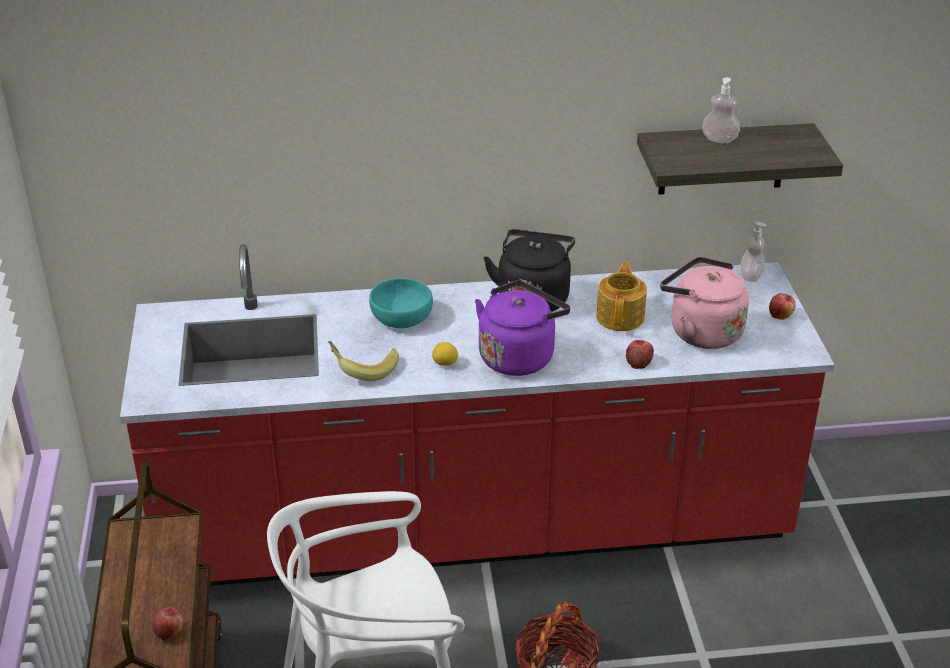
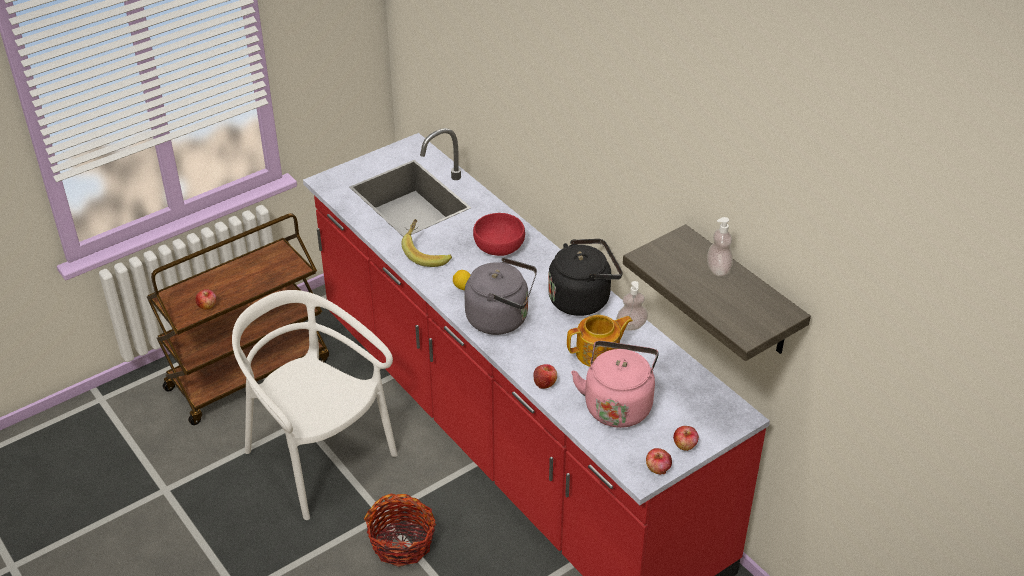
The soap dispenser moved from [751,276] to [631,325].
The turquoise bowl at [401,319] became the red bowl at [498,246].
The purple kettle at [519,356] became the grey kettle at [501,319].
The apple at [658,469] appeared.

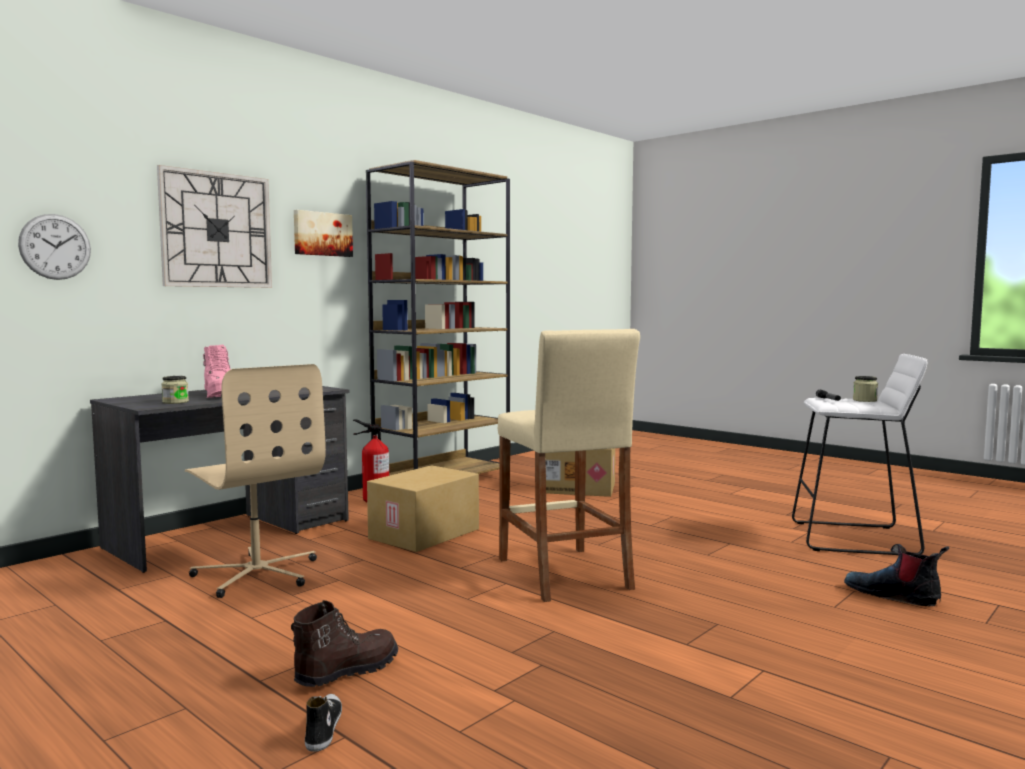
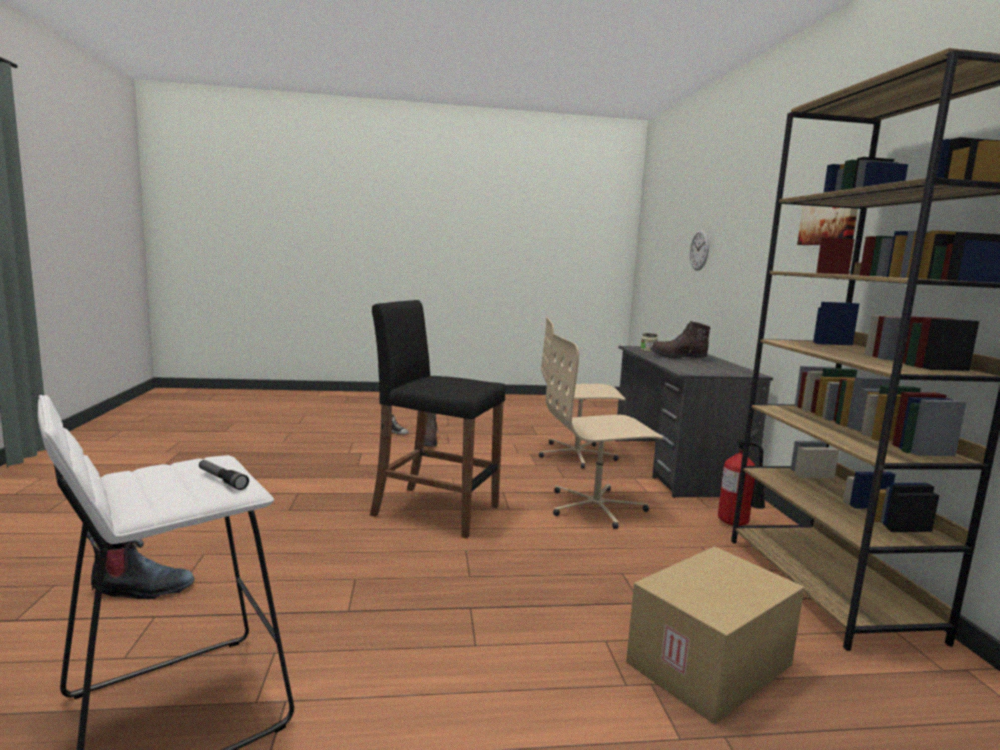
The wall clock at [216,230] disappeared.
The beige stool at [563,574] became the black stool at [435,511].
The pink boot at [220,395] became the brown boot at [678,357].
The jar at [864,400] disappeared.
The cardboard box at [425,534] was replaced by the beige office chair at [596,507].

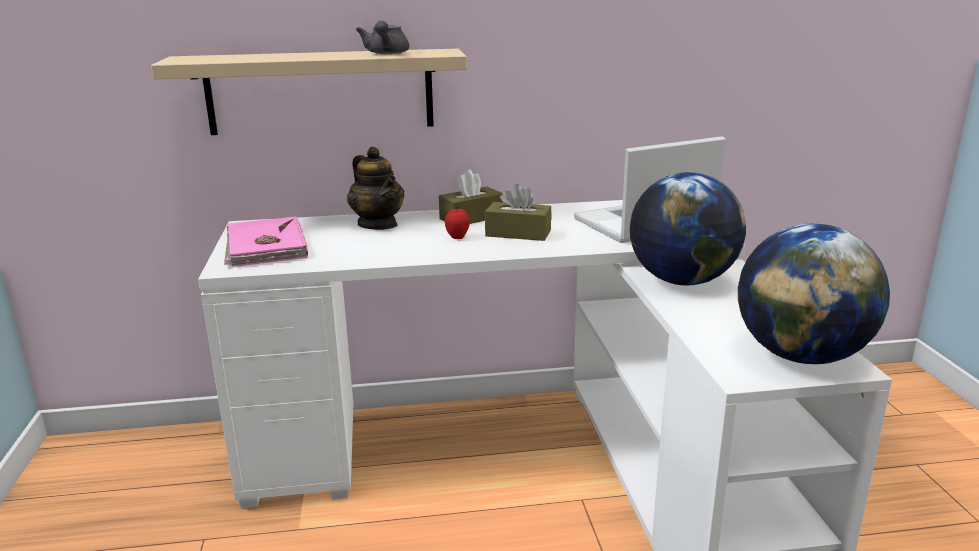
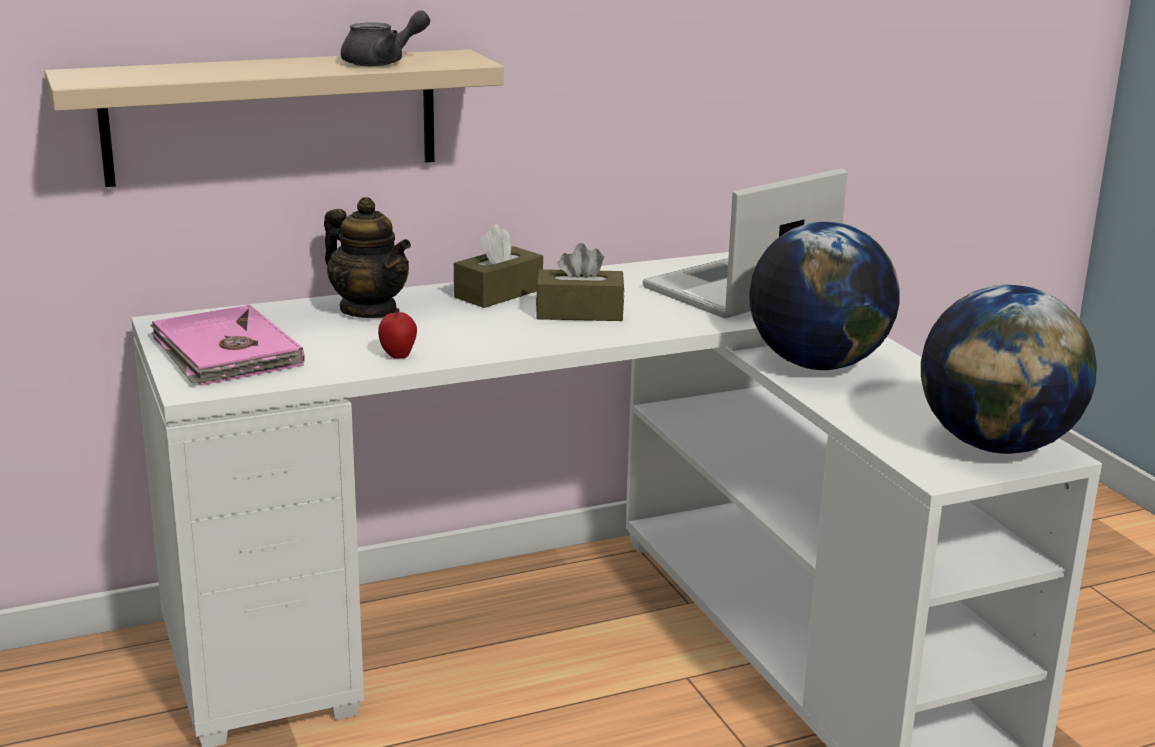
The grey teapot at [386,53] turned 105 degrees counterclockwise.
The apple moved from [457,237] to [398,355].

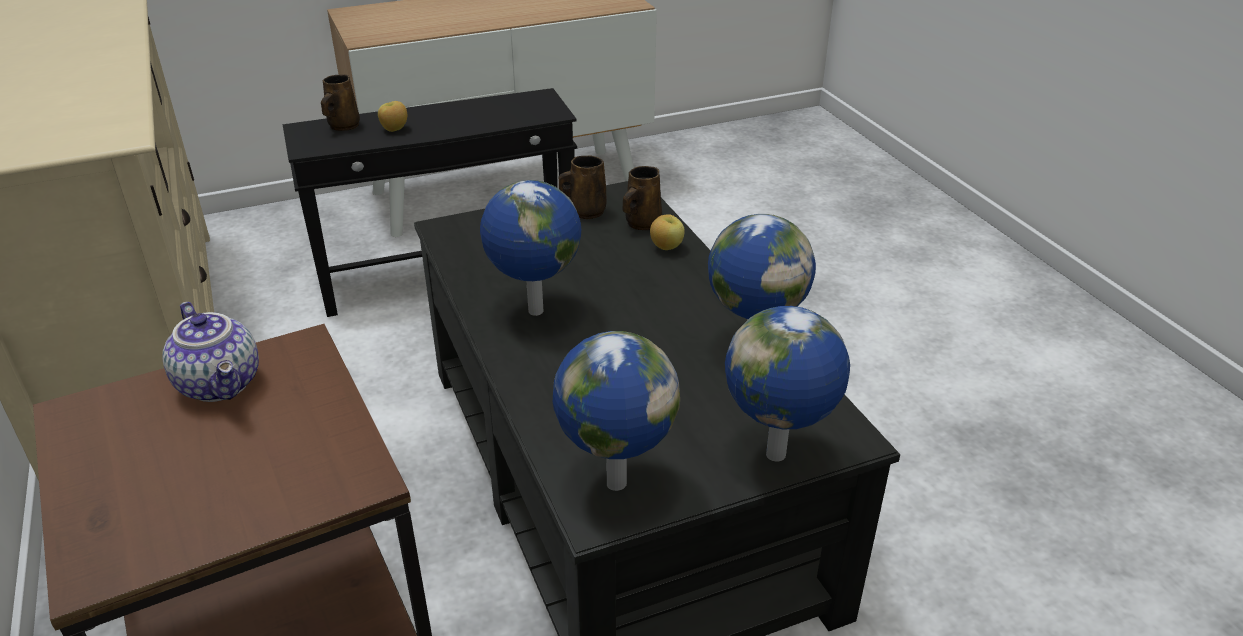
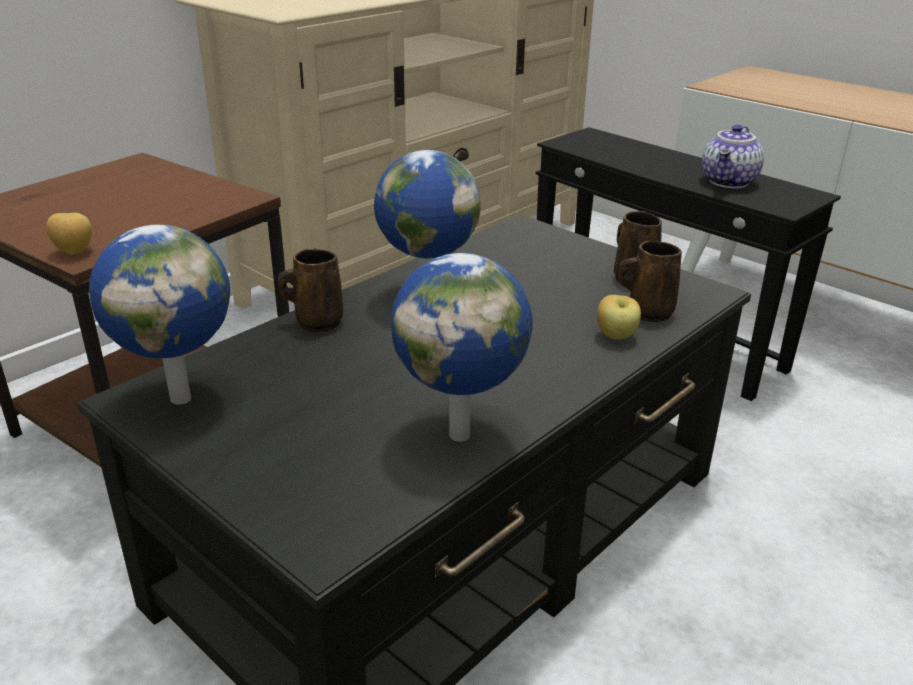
The brown mug moved from [343,126] to [316,322].
The apple moved from [394,129] to [74,252].
The teapot moved from [222,384] to [729,182].
The globe at [778,456] disappeared.

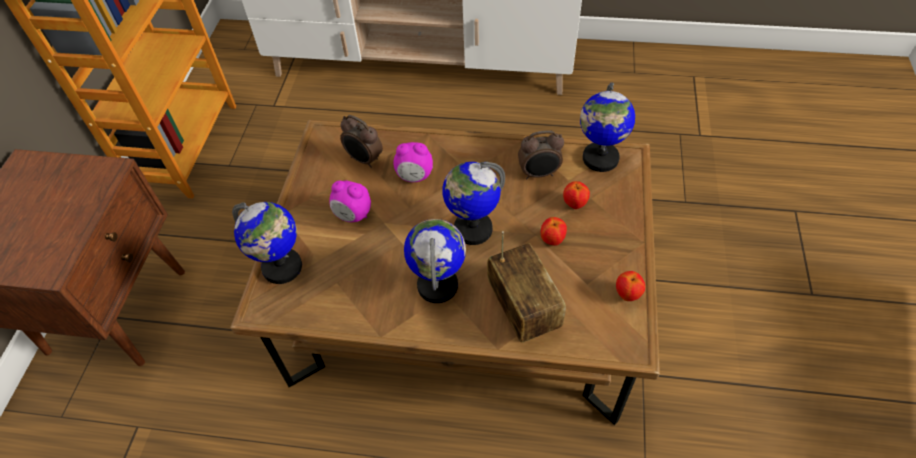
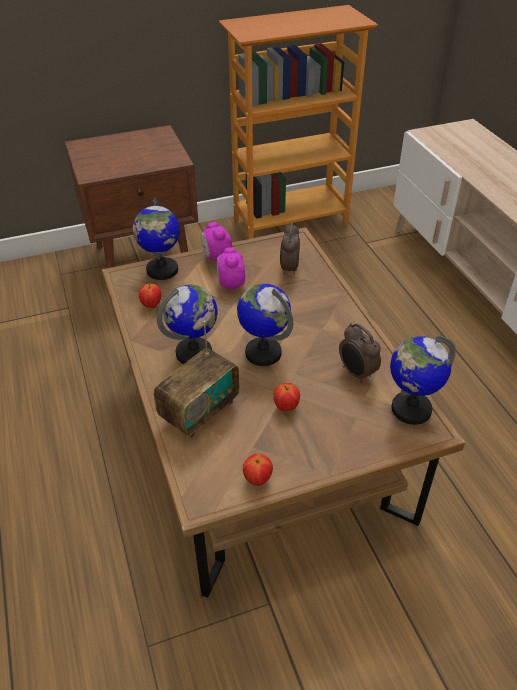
The alarm clock moved from [415,176] to [216,258].
The apple moved from [574,204] to [151,305].

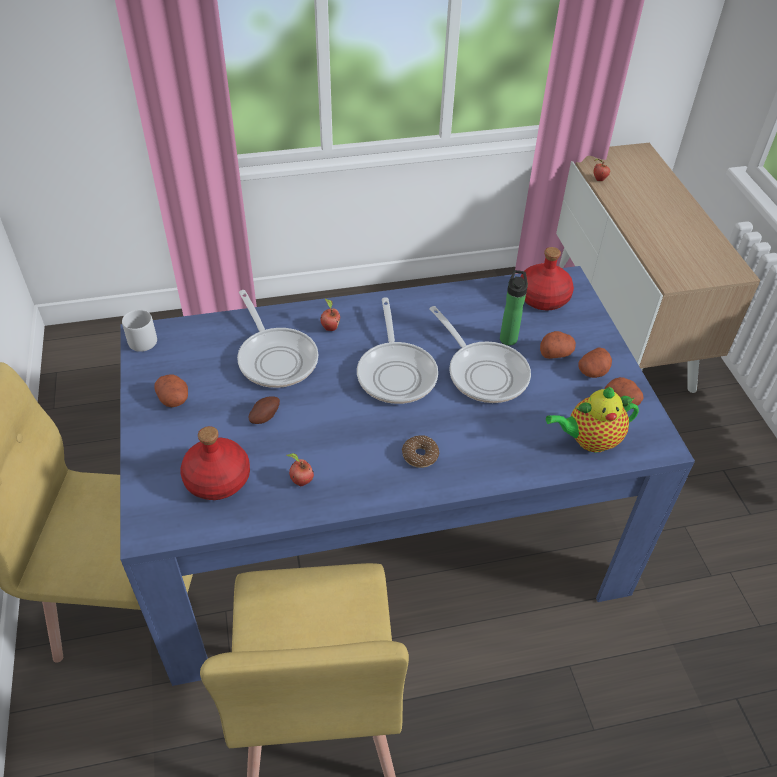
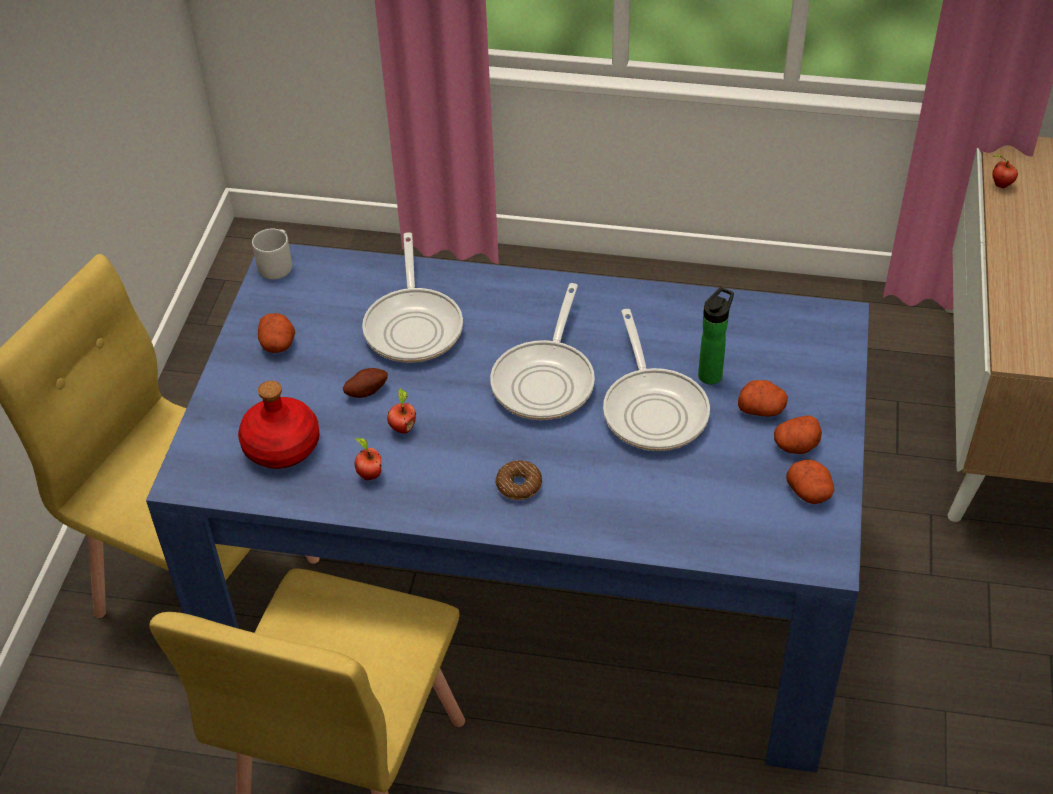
The red bottle at [542,297] disappeared.
The apple moved from [330,327] to [402,428].
The teapot at [589,440] disappeared.

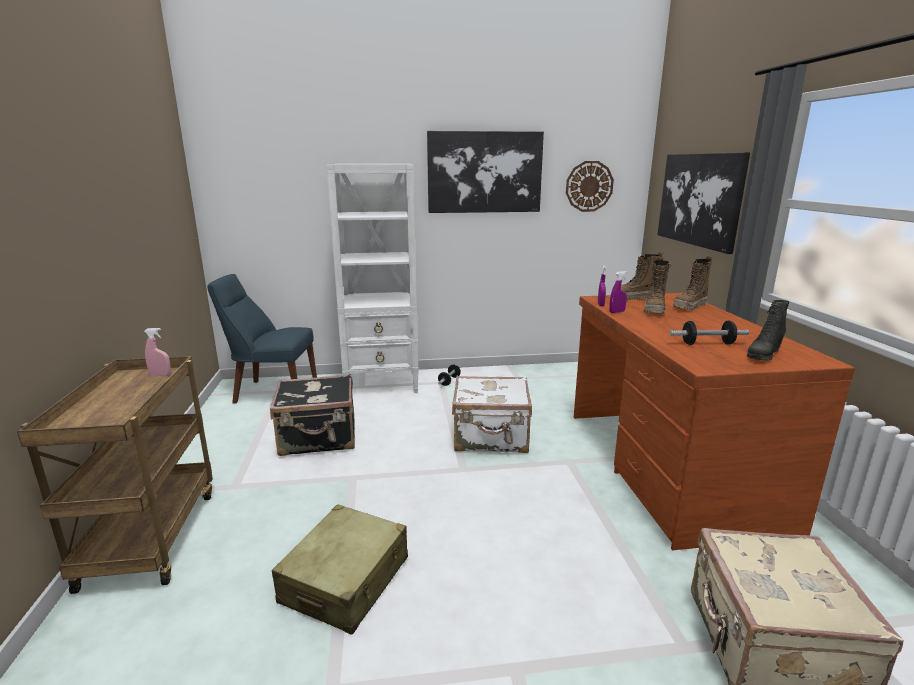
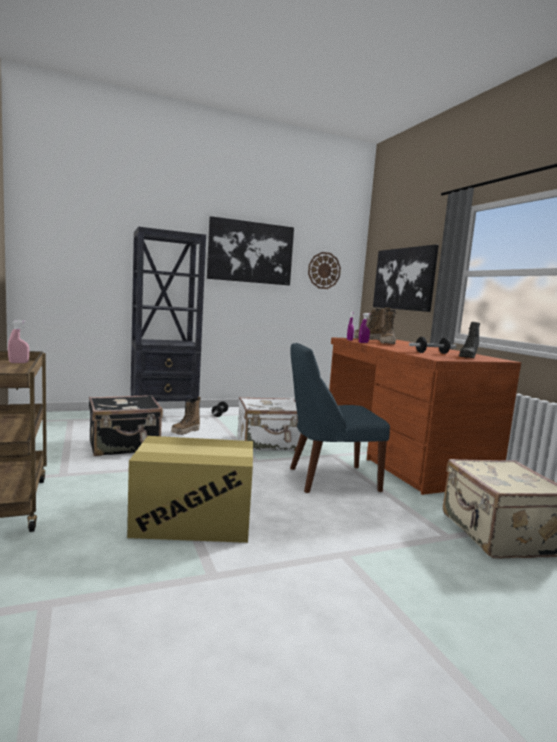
The white bookcase at [383,384] became the black bookcase at [164,415].
The boot moved from [690,307] to [185,432].
The blue chair moved from [272,392] to [329,479].
The beige suitcase at [346,580] was replaced by the cardboard box at [192,521].

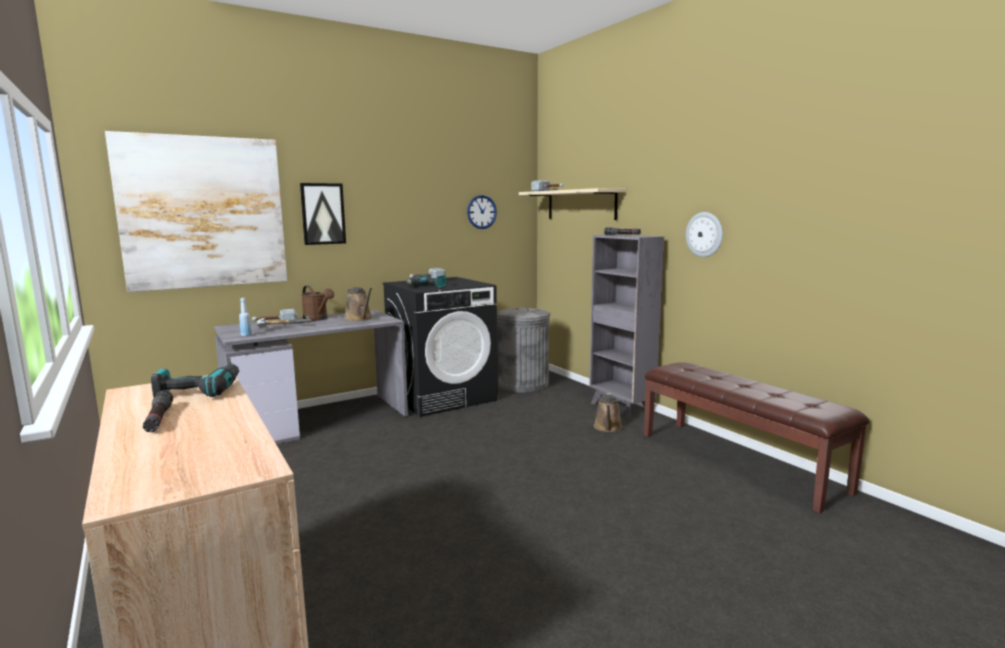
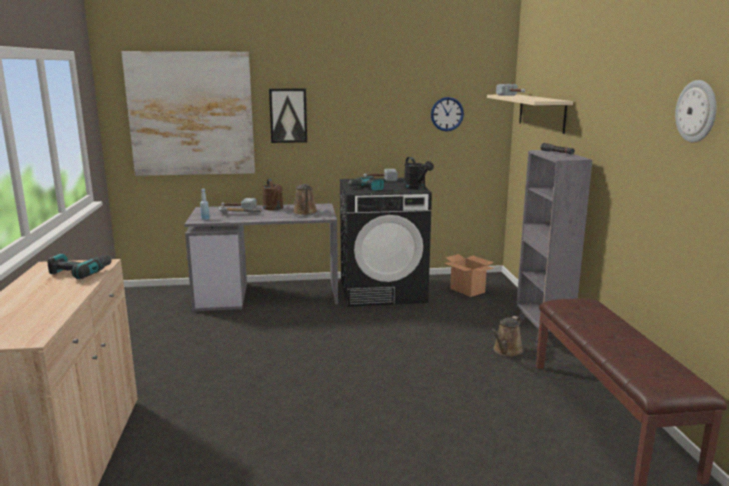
The wall clock moved from [704,234] to [697,111].
The grey trash can at [522,384] was replaced by the cardboard box at [467,290].
The black flashlight at [158,419] disappeared.
The black watering can at [416,188] appeared.

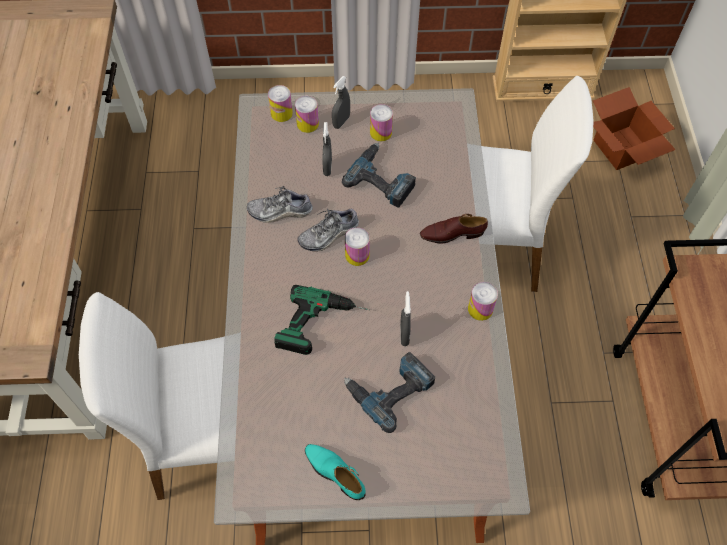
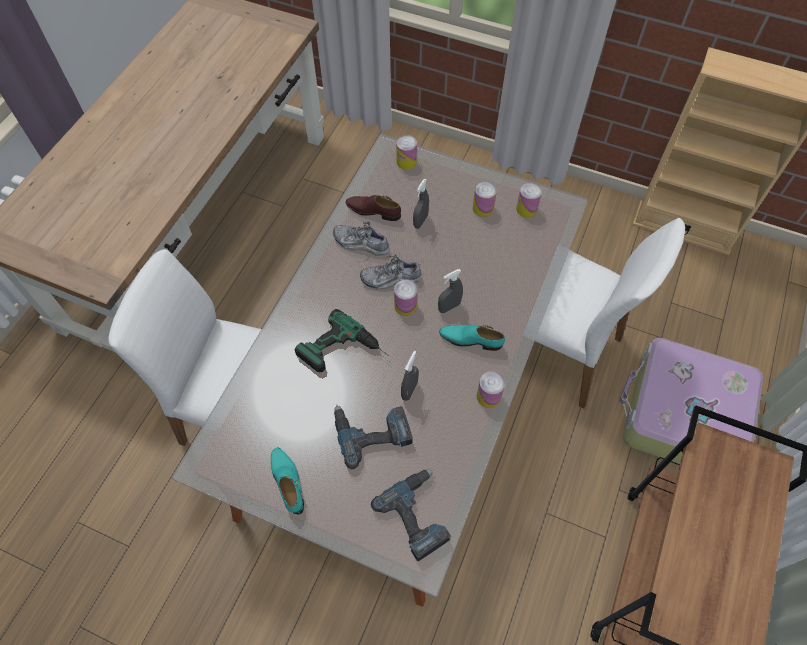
The grey spray bottle moved from [341,122] to [449,307].
The cardboard box at [622,149] disappeared.
The can moved from [307,124] to [526,209].
The power drill moved from [382,179] to [418,515].
The brown shoe moved from [452,234] to [373,211].
The turquoise shoe at [471,340] appeared.
The suitcase at [683,415] appeared.

